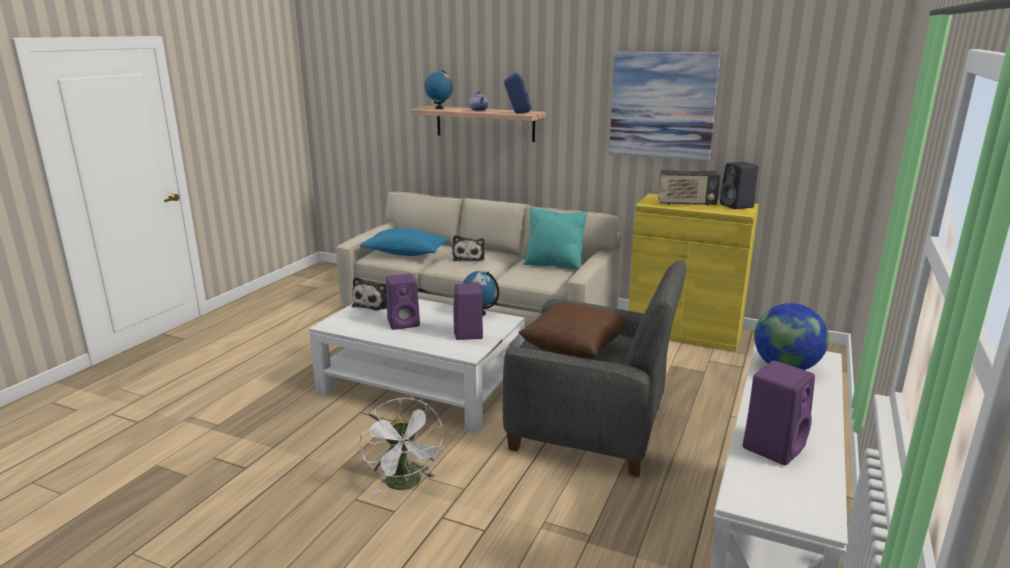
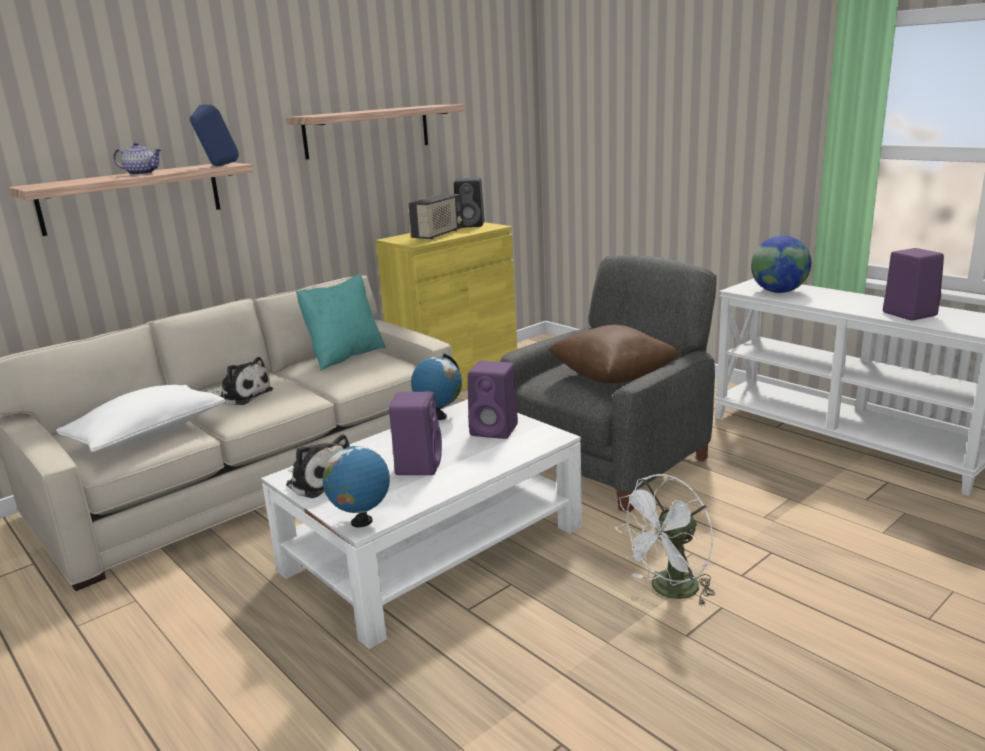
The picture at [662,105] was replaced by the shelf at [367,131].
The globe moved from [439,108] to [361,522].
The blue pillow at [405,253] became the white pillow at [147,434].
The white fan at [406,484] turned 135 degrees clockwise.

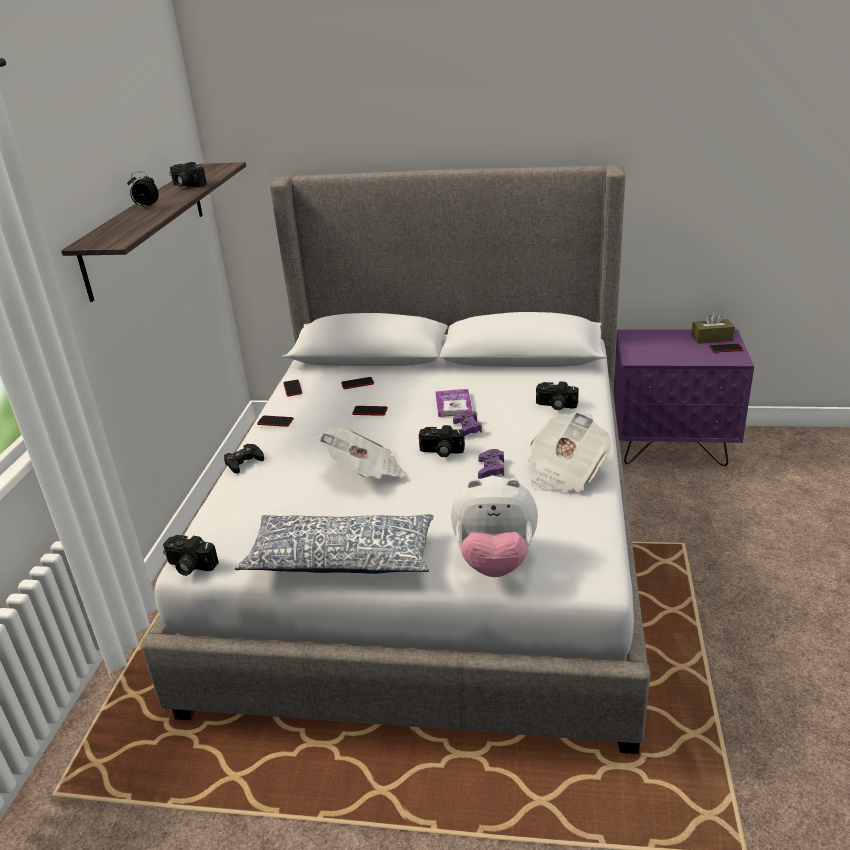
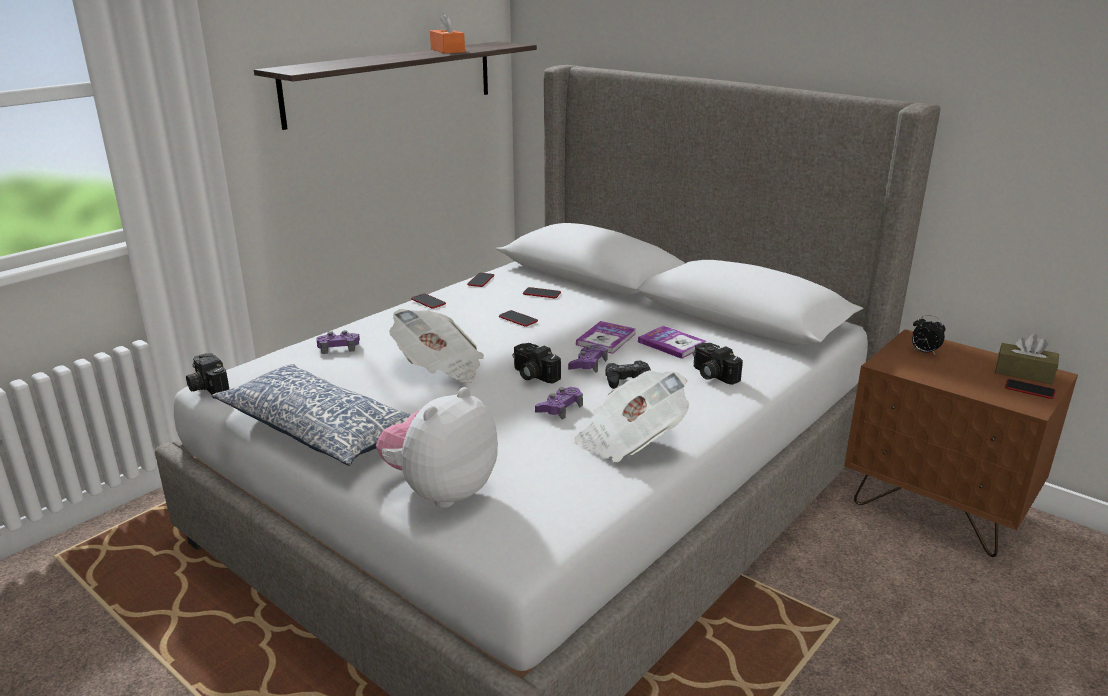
The photo camera at [186,185] was replaced by the orange tissue box at [447,50].
The alarm clock moved from [146,207] to [924,352].
The purple nightstand at [672,448] became the brown nightstand at [937,509].
The black game controller moved from [244,462] to [627,380].
The plush toy at [495,561] turned 90 degrees clockwise.
The book at [672,344] appeared.
The purple game controller at [339,347] appeared.

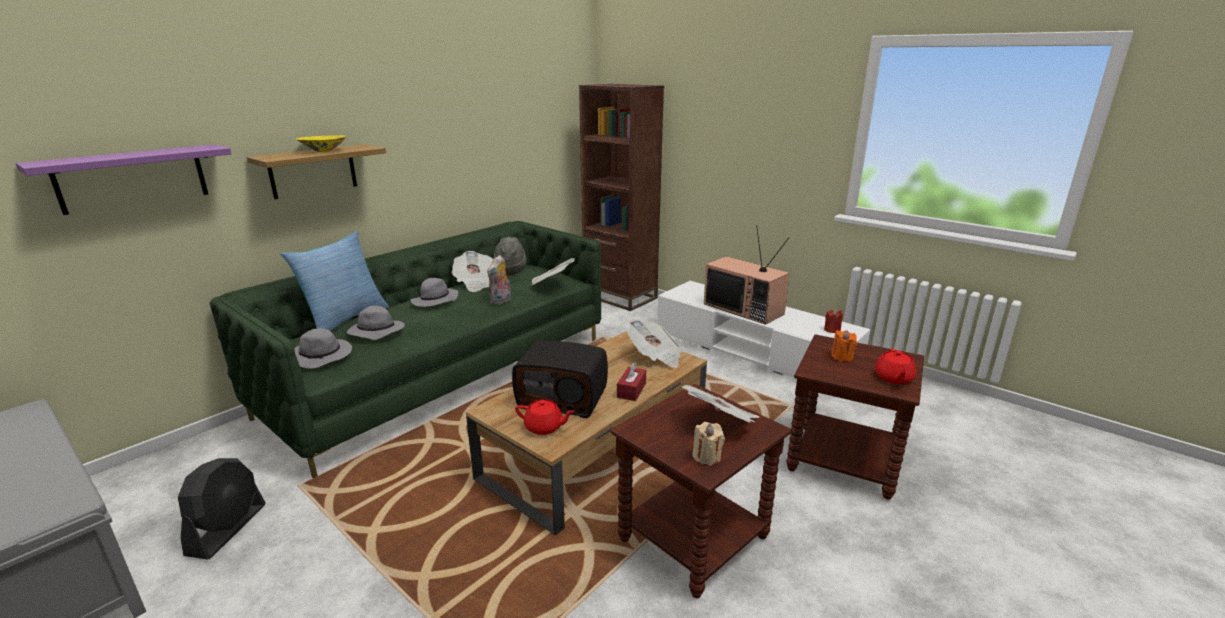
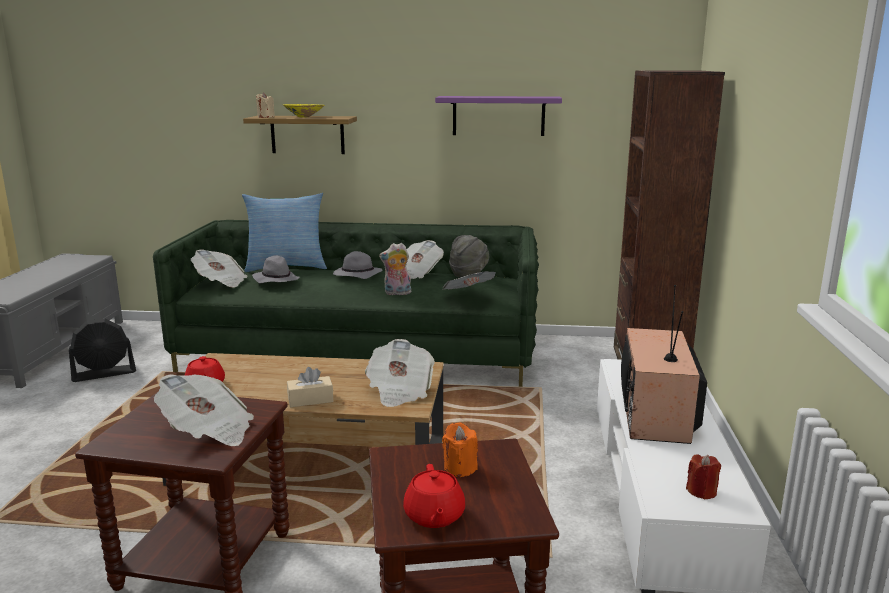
The purple shelf moved from [132,178] to [498,116].
The grey hat at [322,356] was replaced by the newspaper at [221,282].
The radio at [563,398] disappeared.
The red teapot at [893,378] turned 75 degrees counterclockwise.
The red tissue box at [631,390] became the beige tissue box at [310,400].
The beige candle moved from [707,457] to [265,117].

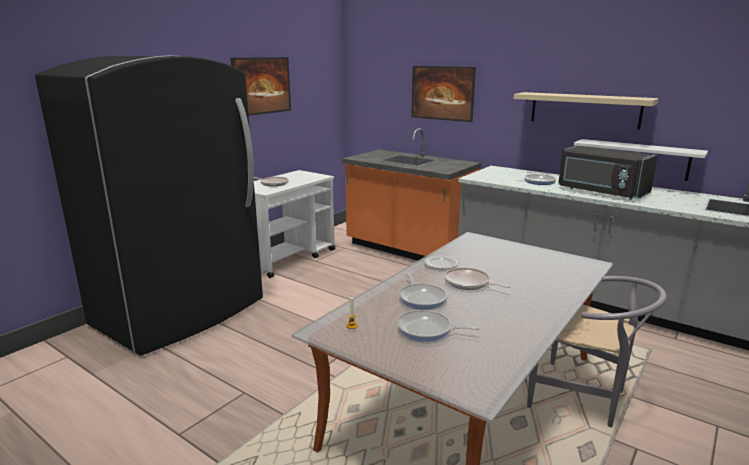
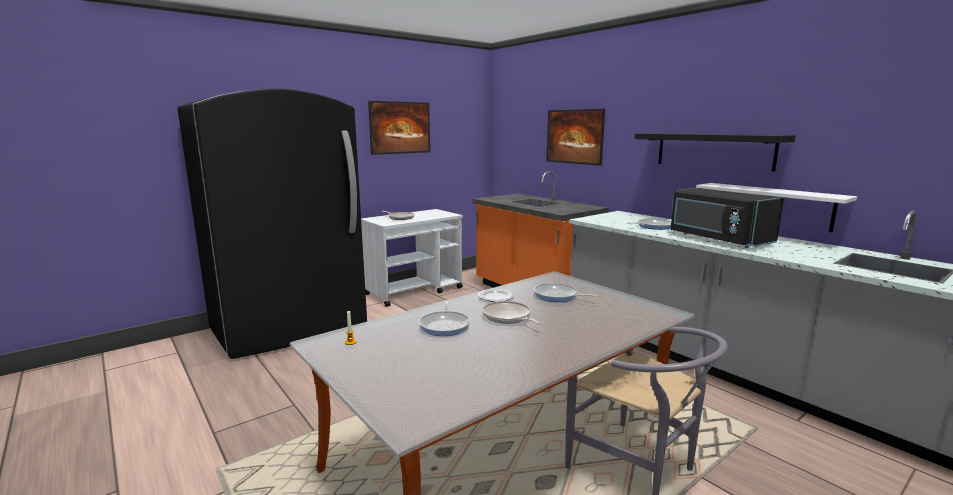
The beige shelf at [584,110] became the black shelf at [713,150].
The frying pan moved from [427,330] to [558,296].

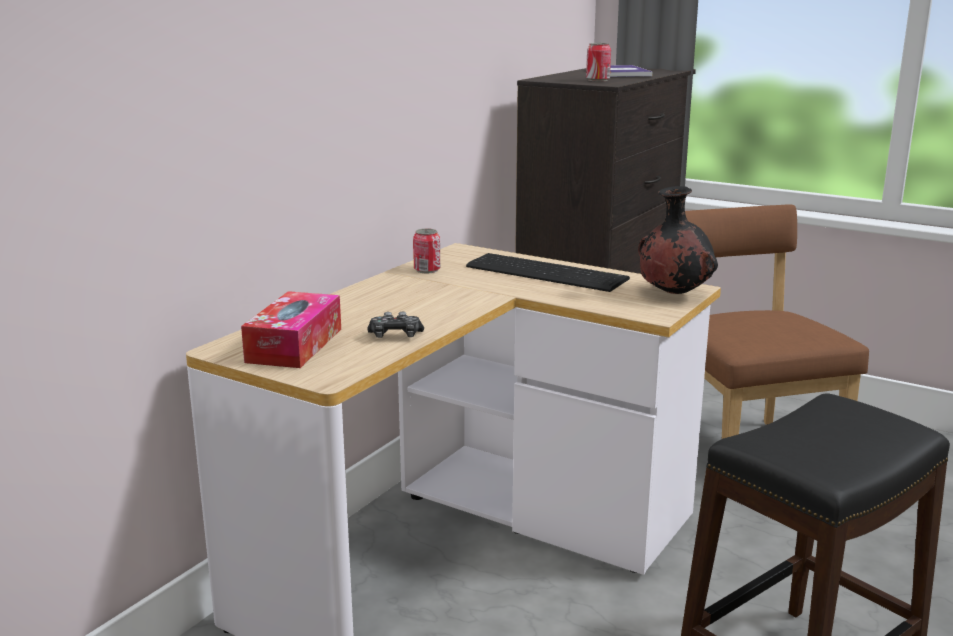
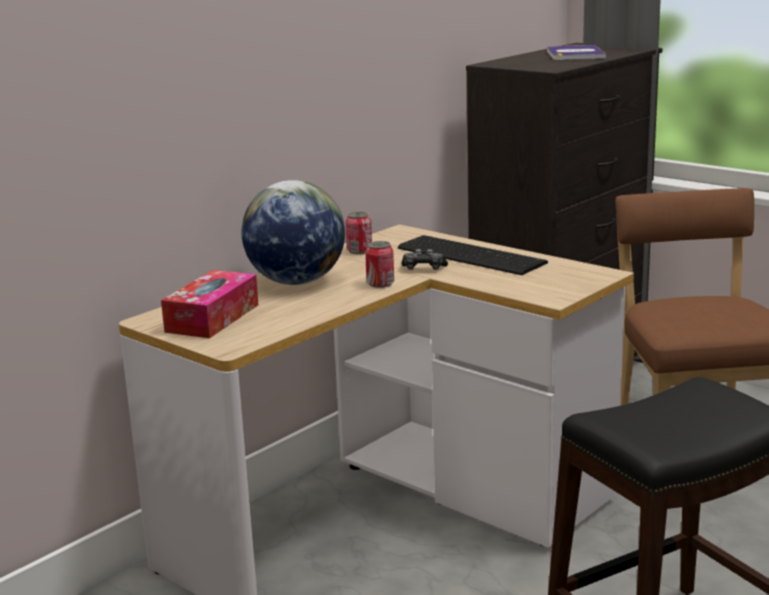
The can moved from [597,80] to [380,284].
The black vase at [673,294] disappeared.
The game controller moved from [395,336] to [424,269].
The globe at [296,282] appeared.

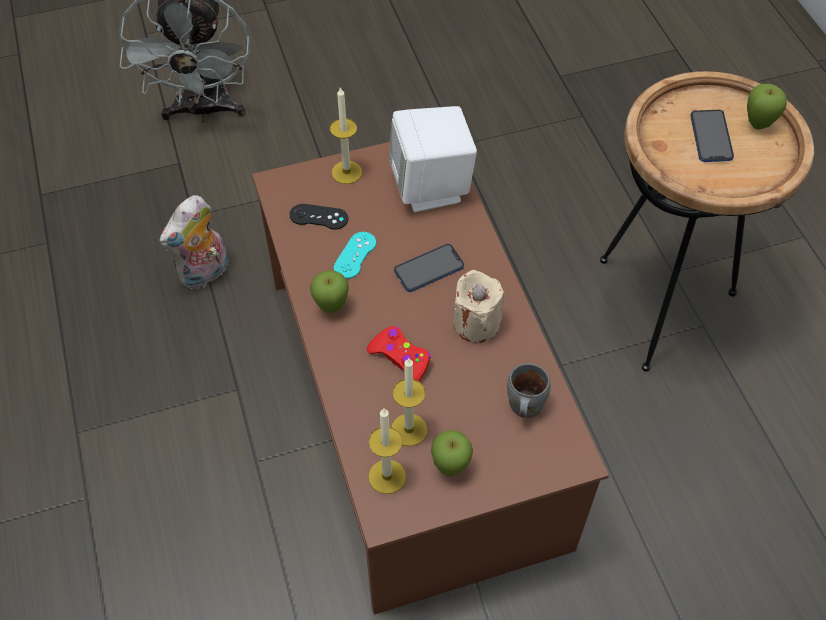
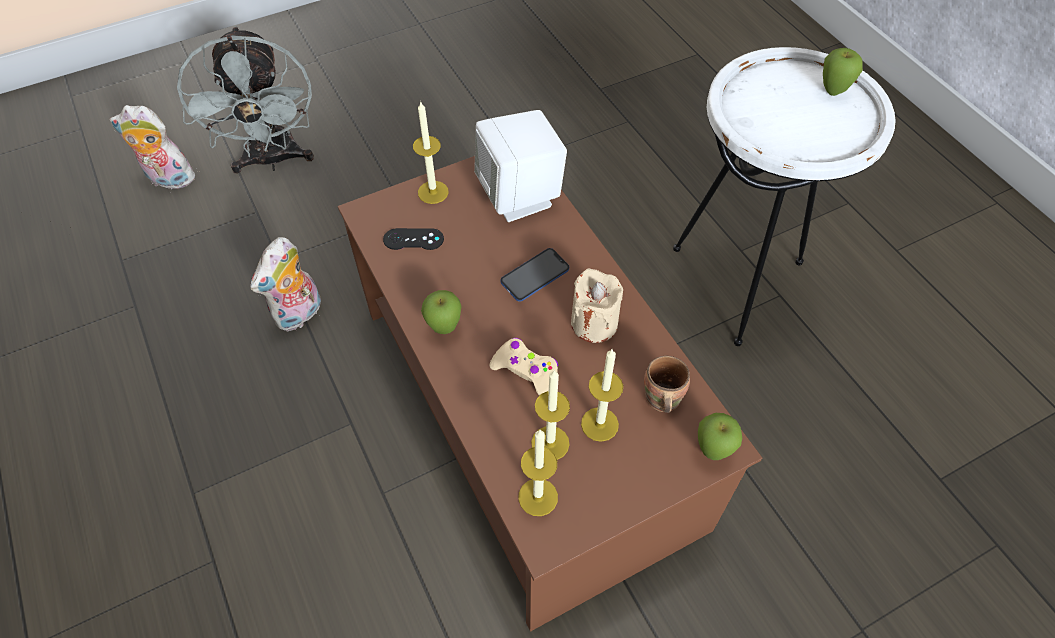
The brown side table at [660,305] became the white side table at [737,283].
The phone at [711,137] disappeared.
The turquoise game controller at [355,255] disappeared.
The red game controller at [400,359] became the beige game controller at [526,371].
The grey mug at [523,406] became the brown mug at [660,400].
The apple moved from [450,467] to [712,451].
The plush toy at [168,180] appeared.
The candle at [599,424] appeared.

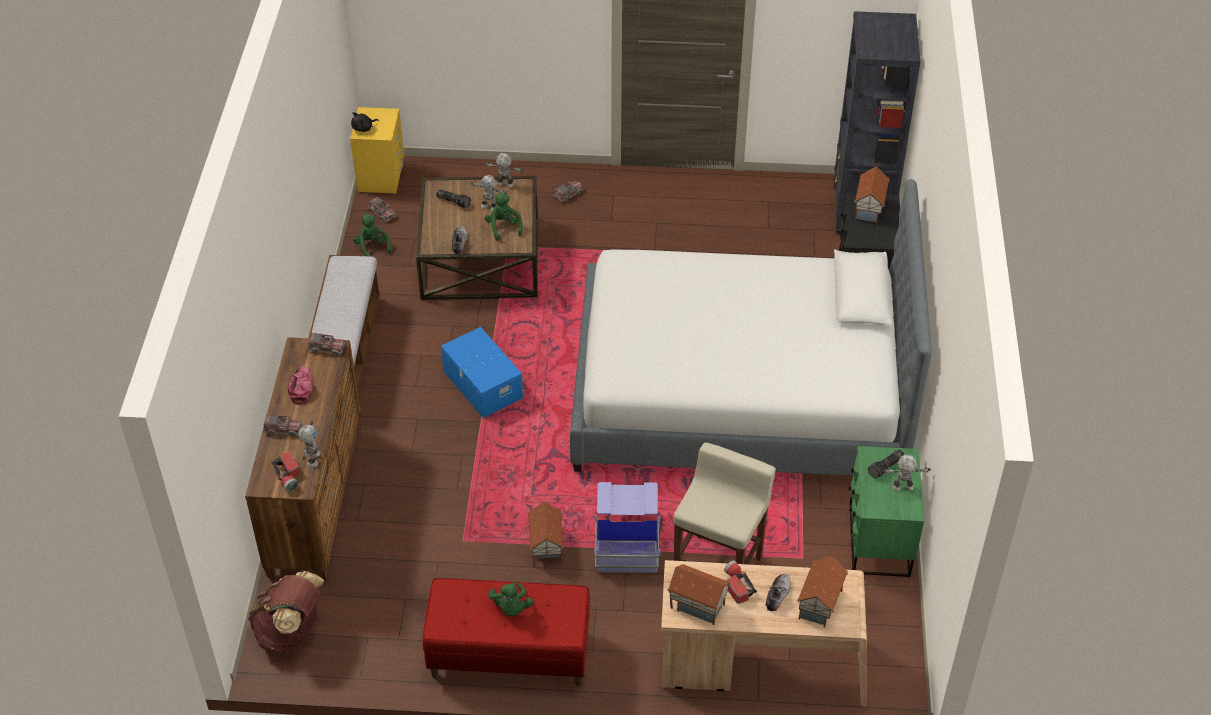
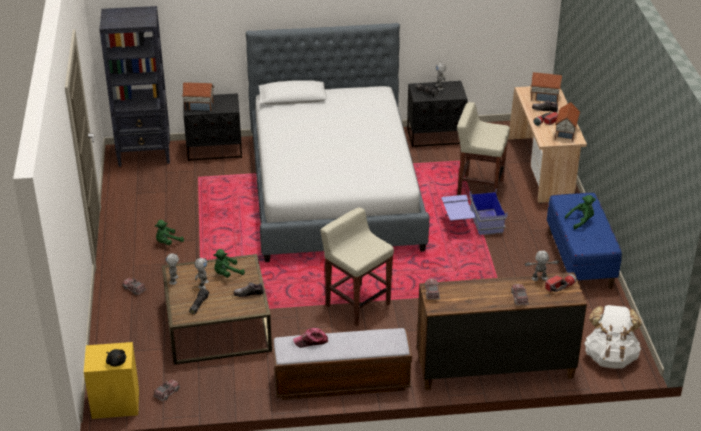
The green plush toy moved from [372,247] to [167,242].
The blue storage box at [482,385] was replaced by the beige stool at [357,304].
The cap moved from [301,387] to [311,341].
The green nightstand at [878,540] became the black nightstand at [436,137].
The toy house at [545,547] disappeared.
The brown backpack at [291,631] became the white backpack at [610,357].
The red bench at [509,655] became the blue bench at [580,259].

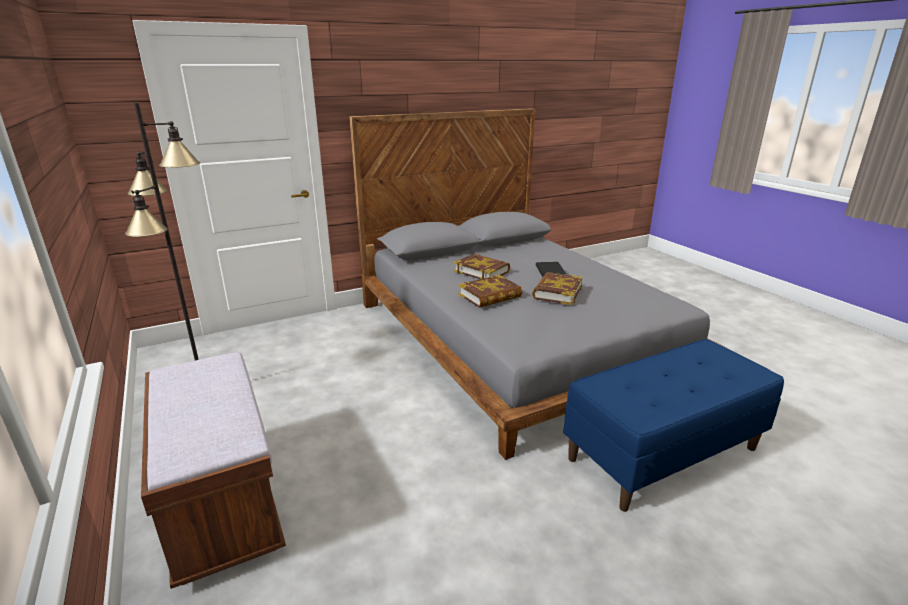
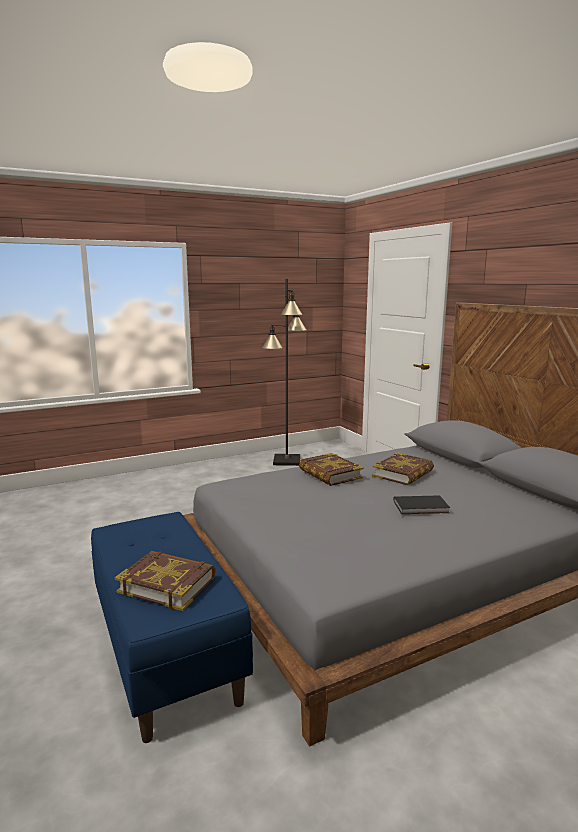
The book moved from [557,292] to [167,585].
The brown bench at [221,502] disappeared.

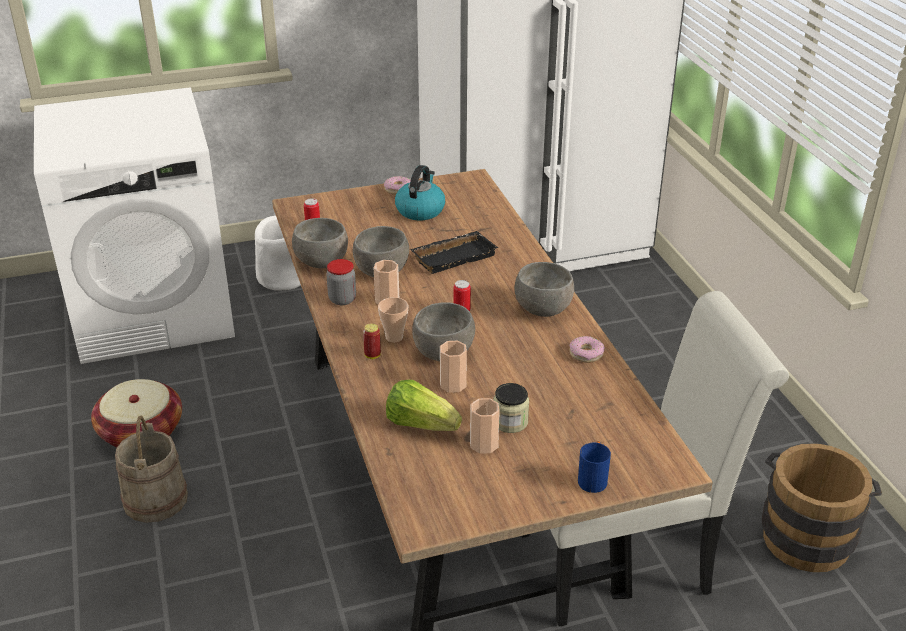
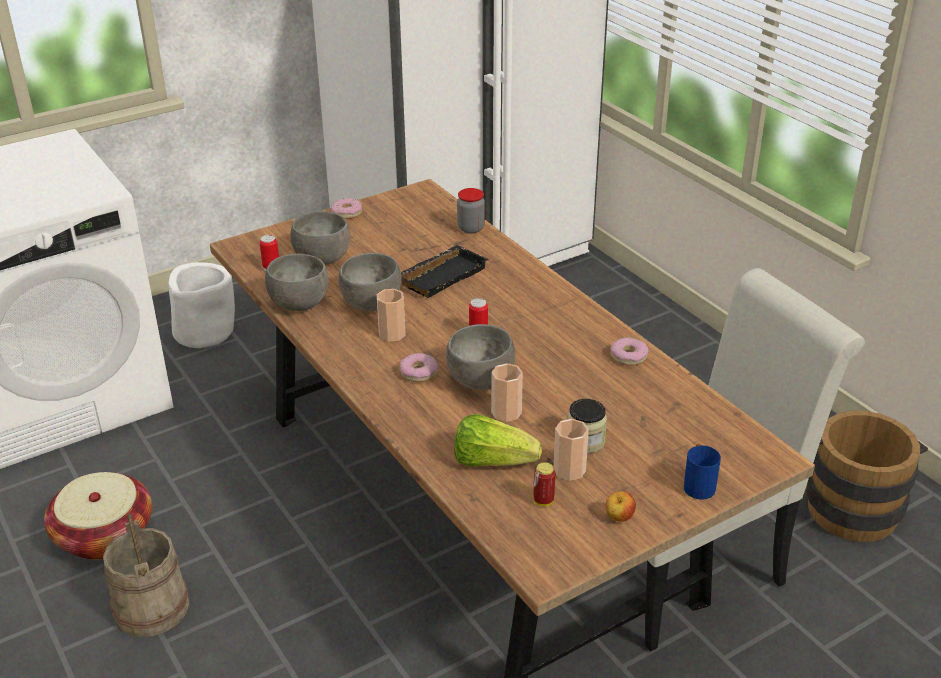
The kettle at [420,210] disappeared.
The jar moved from [342,299] to [471,228].
The grey bowl moved from [543,310] to [323,259].
The cup at [394,337] was replaced by the donut at [419,373].
The can moved from [372,355] to [543,501].
The apple at [619,518] appeared.

